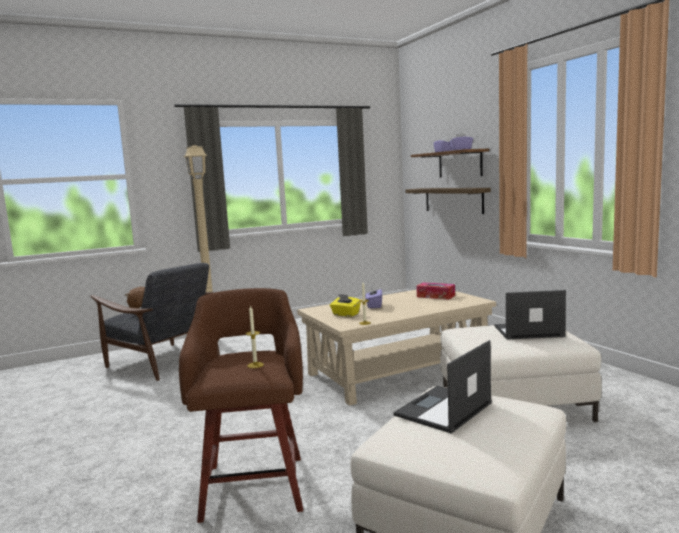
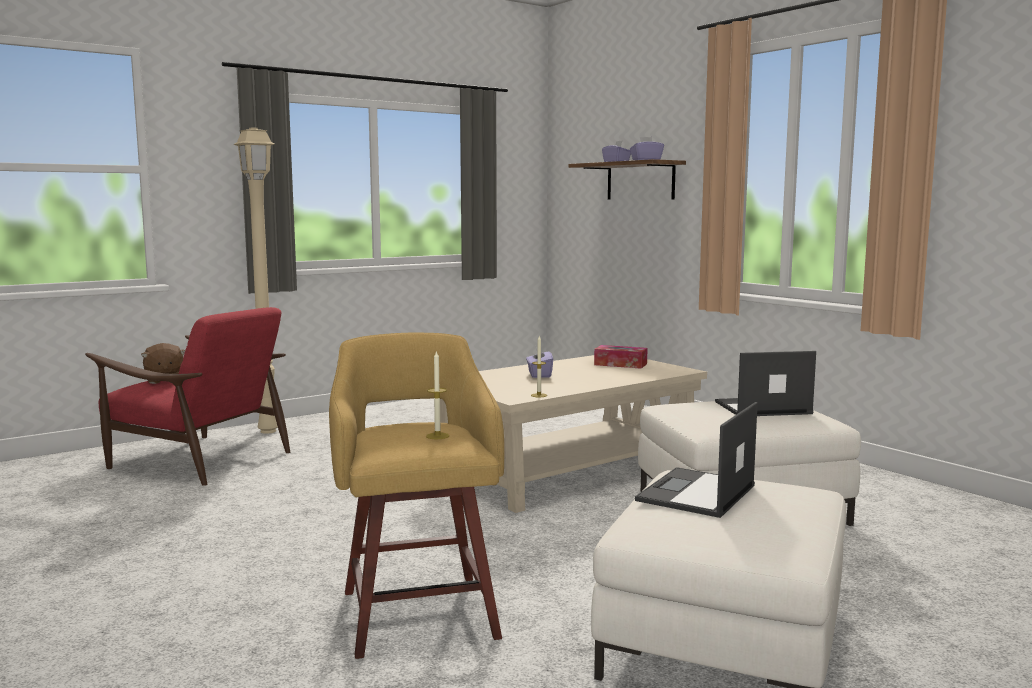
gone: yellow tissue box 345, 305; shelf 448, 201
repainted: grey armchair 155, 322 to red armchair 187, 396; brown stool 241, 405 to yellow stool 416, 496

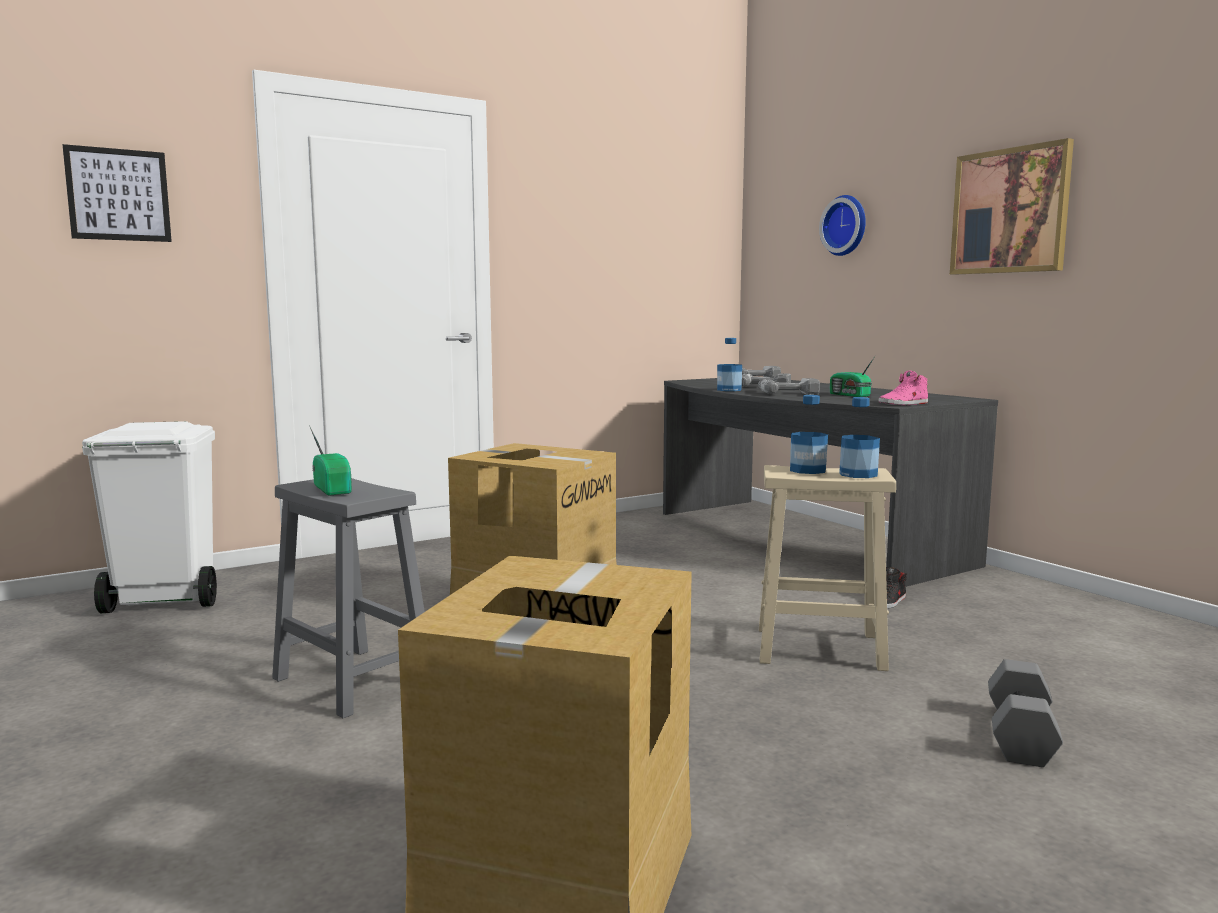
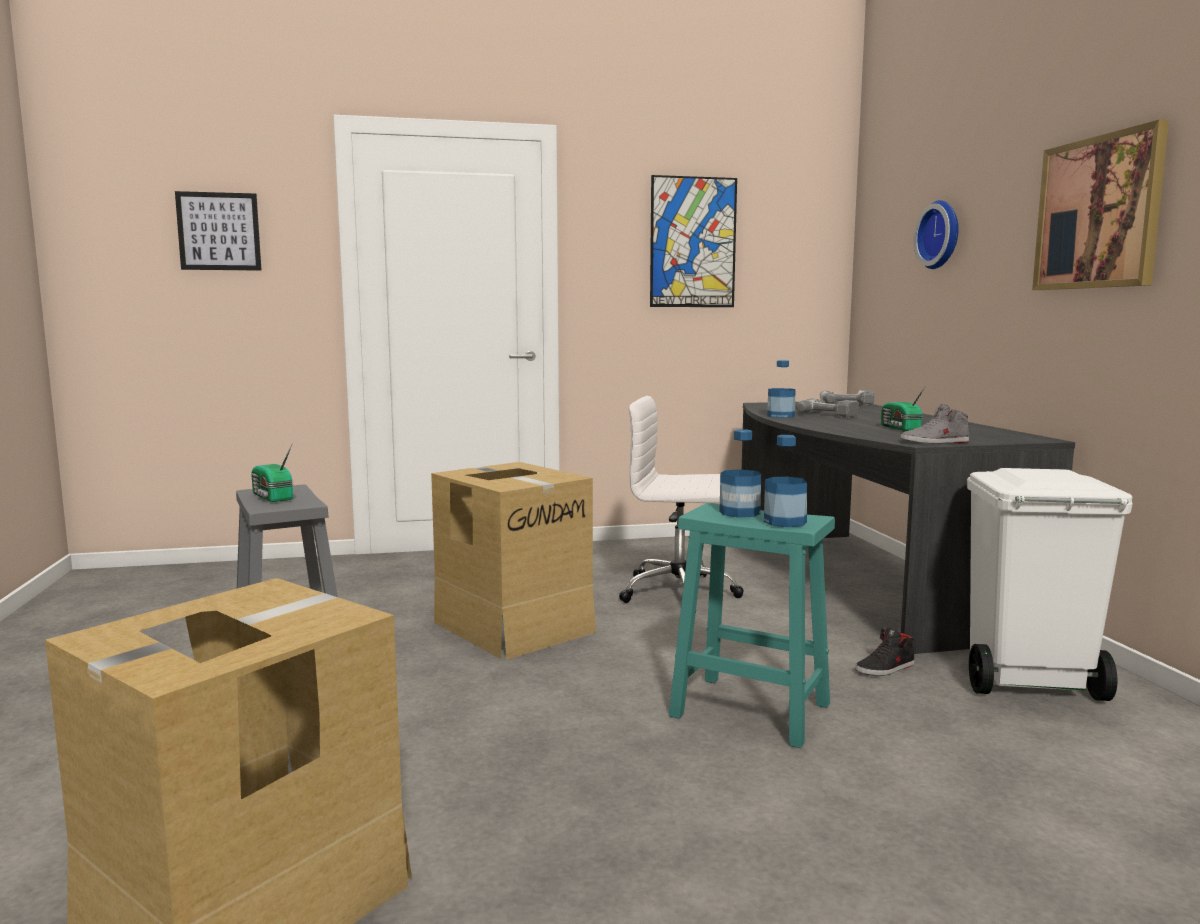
gone: power drill 789, 386; grey dumbbell 1025, 713
new: white office chair 681, 499; picture 693, 241
shifted: white trash can 149, 517 to 1050, 584
repainted: beige stool 827, 568 to turquoise stool 752, 626; pink shoe 903, 388 to grey shoe 935, 424
rotated: radio 330, 460 = 272, 473 150 degrees clockwise

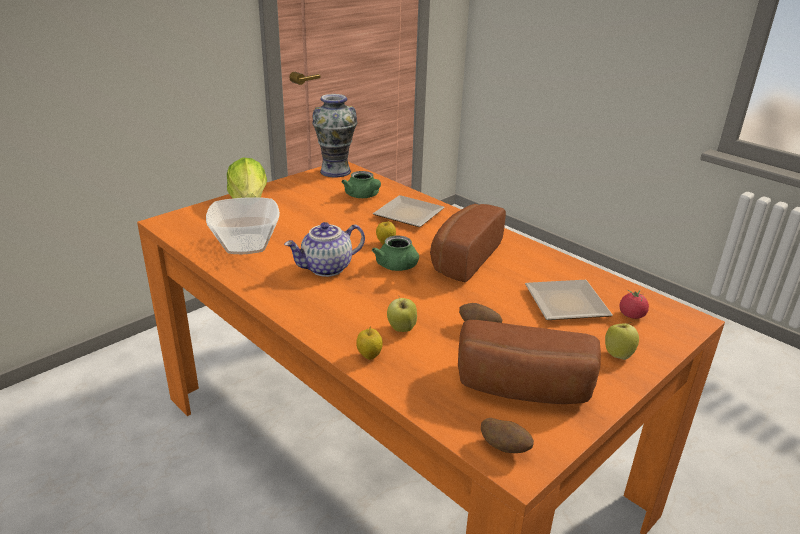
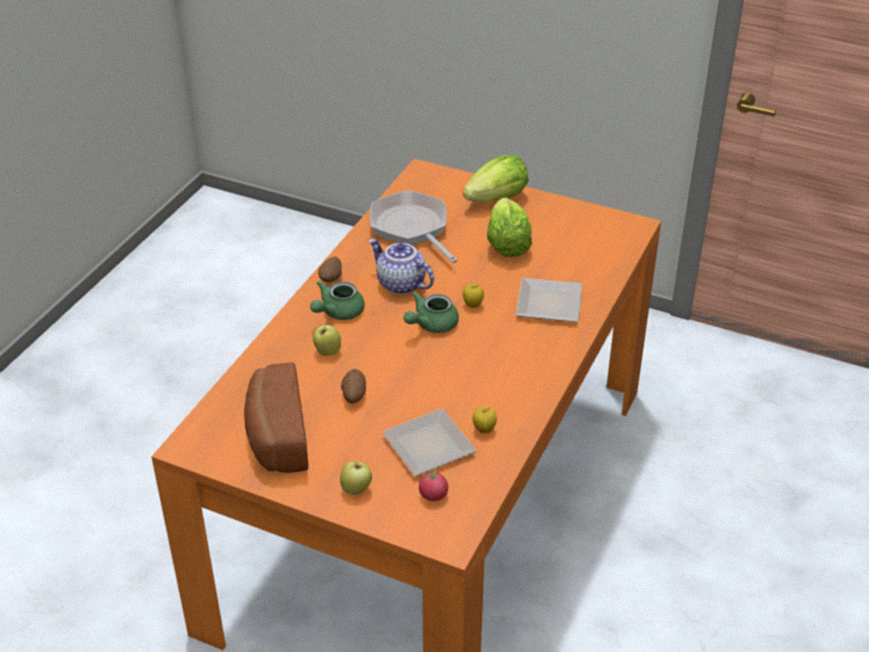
gone: vase 334, 136; bread 468, 243
new: lettuce 509, 227
shifted: green teapot 361, 184 to 337, 300; apple 369, 343 to 485, 419; potato 507, 435 to 330, 270
swapped: bowl 243, 225 to frying pan 413, 226

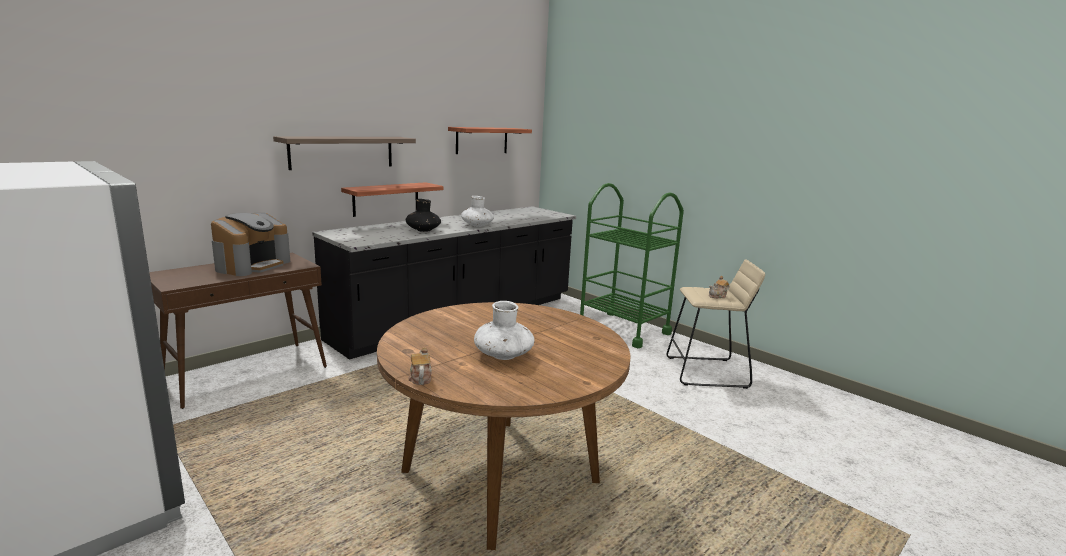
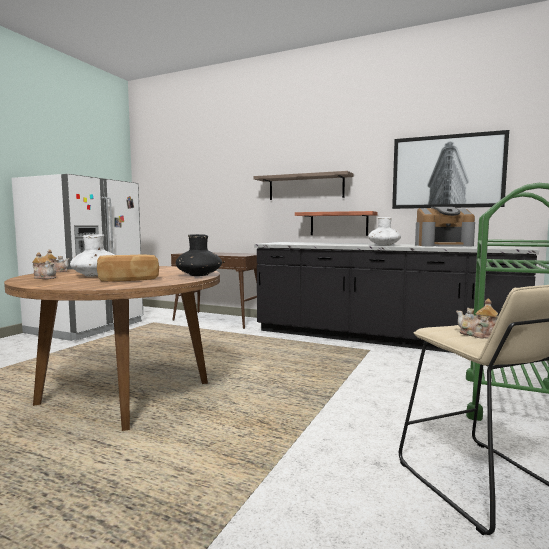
new: teapot 44, 265; bread 128, 268
shifted: coffee machine 250, 244 to 445, 226; black vase 423, 215 to 199, 255
swapped: shelf 490, 140 to picture 450, 169

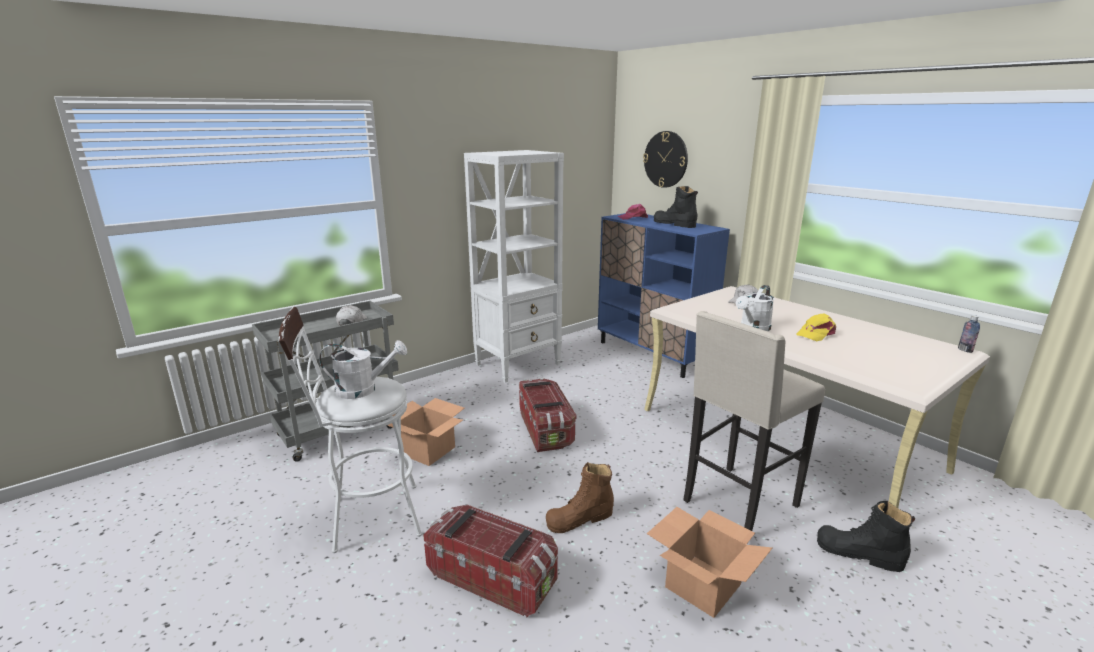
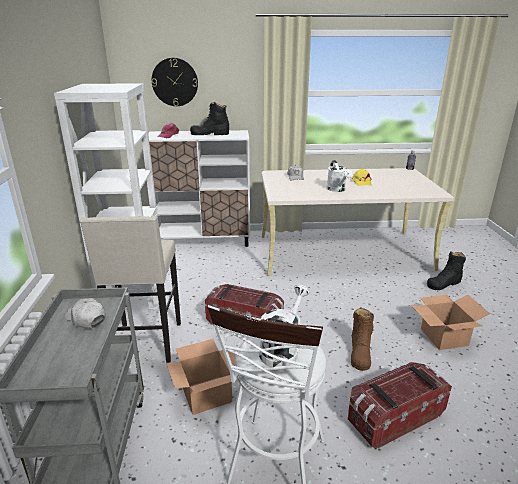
shifted: beige stool 754, 421 to 130, 289
repainted: blue cabinet 664, 295 to white cabinet 199, 188

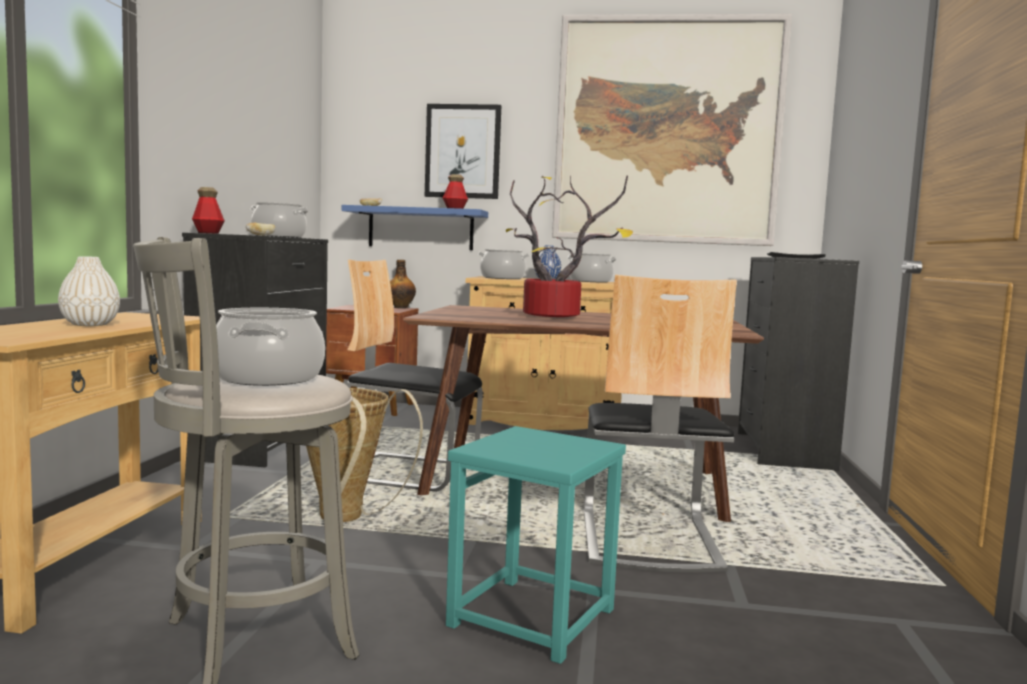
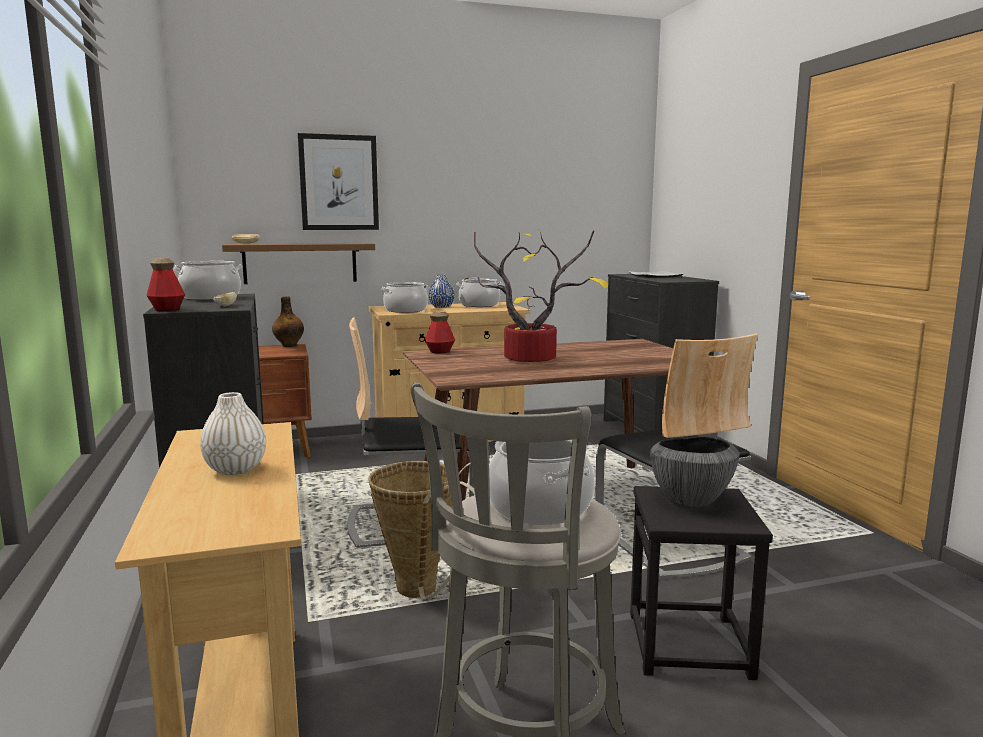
gone: picture 672, 130
new: bowl 695, 471
shifted: bottle 455, 191 to 440, 332
repainted: blue shelf 415, 227 to brown shelf 298, 263; turquoise stool 536, 545 to black stool 701, 583

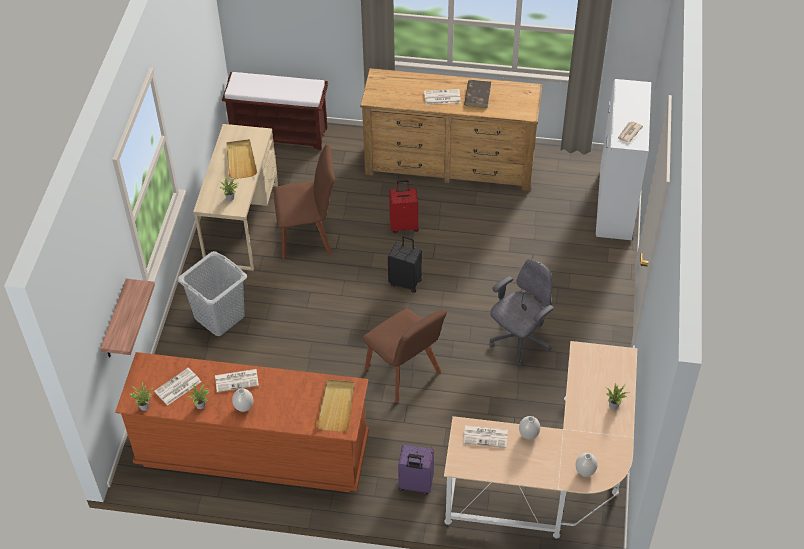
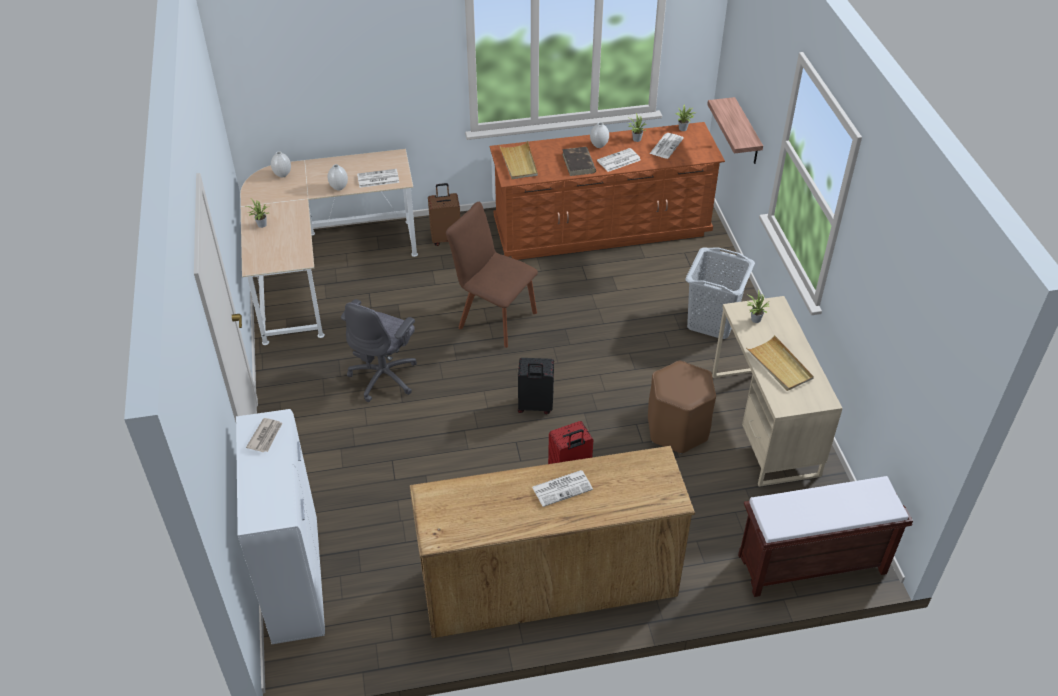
shifted: brown book 477, 94 to 579, 161
swapped: brown chair 304, 201 to brown stool 682, 407
repainted: purple suitcase 416, 469 to brown suitcase 444, 214

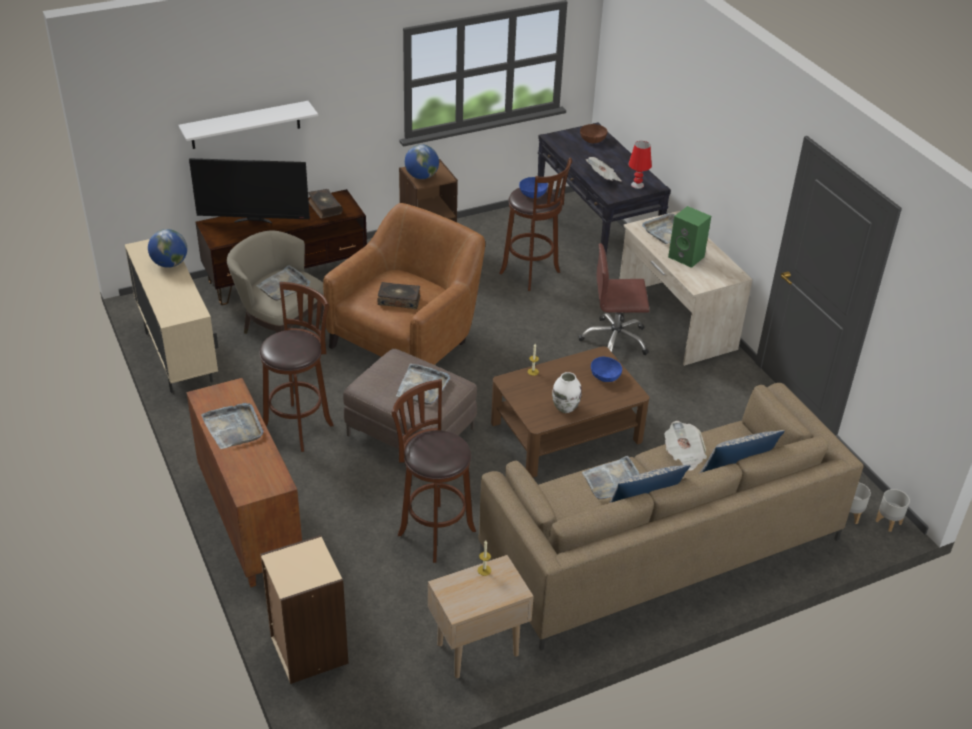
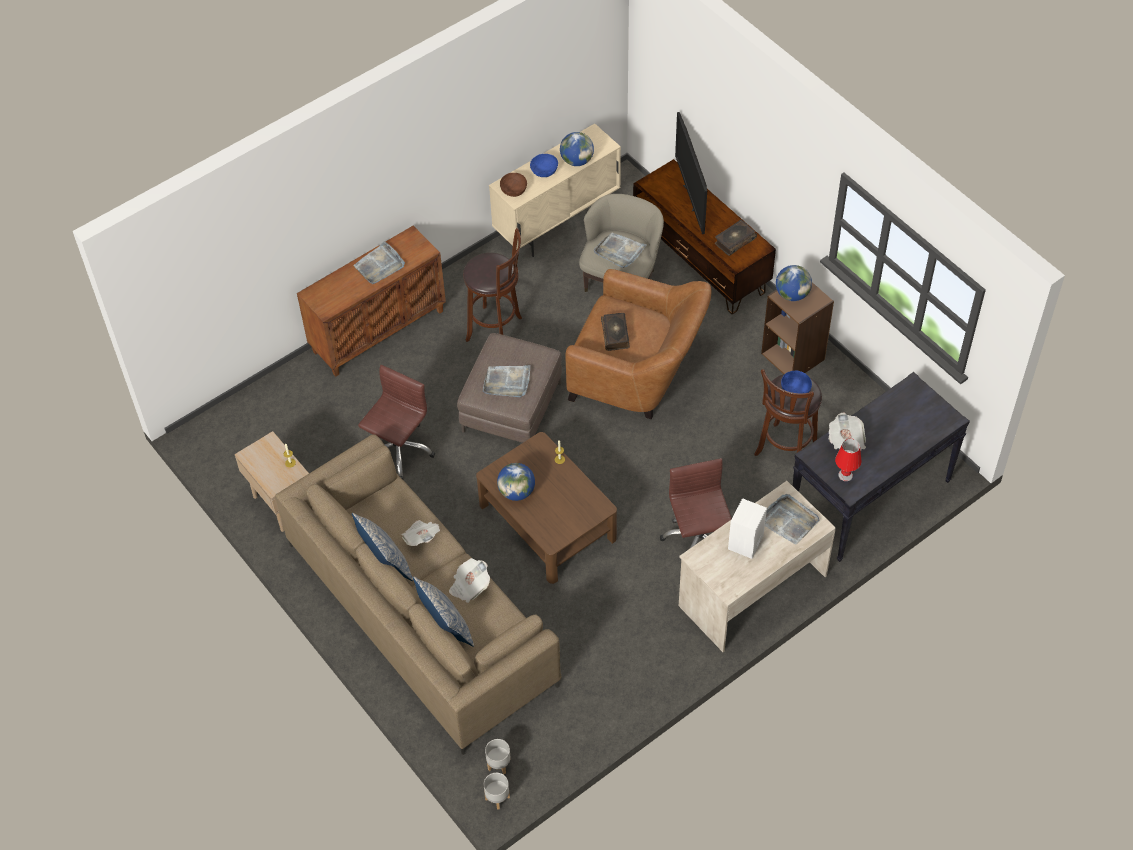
gone: white shelf 248, 125; beige bookcase 304, 609
shifted: brown bowl 594, 133 to 513, 185; blue bowl 606, 369 to 544, 165
swapped: brown stool 434, 471 to brown office chair 396, 422; white vase 567, 392 to globe 516, 482; grey tray 610, 478 to newspaper 420, 533
repainted: green speaker 689, 237 to white speaker 747, 528

